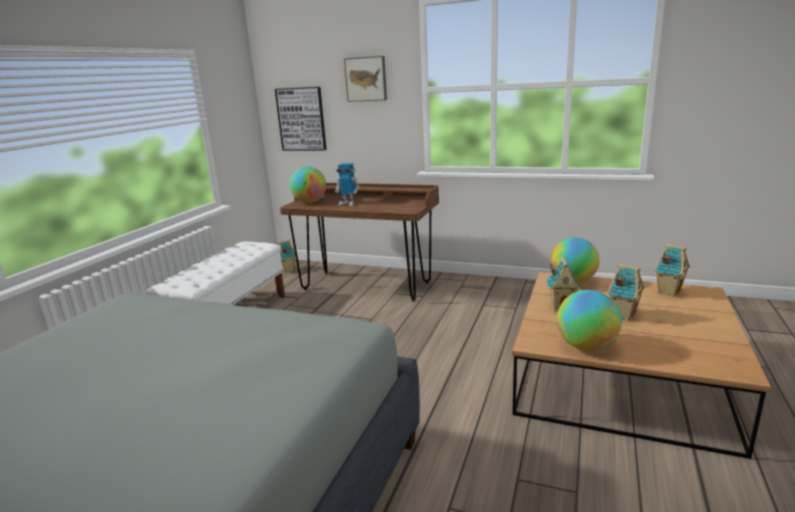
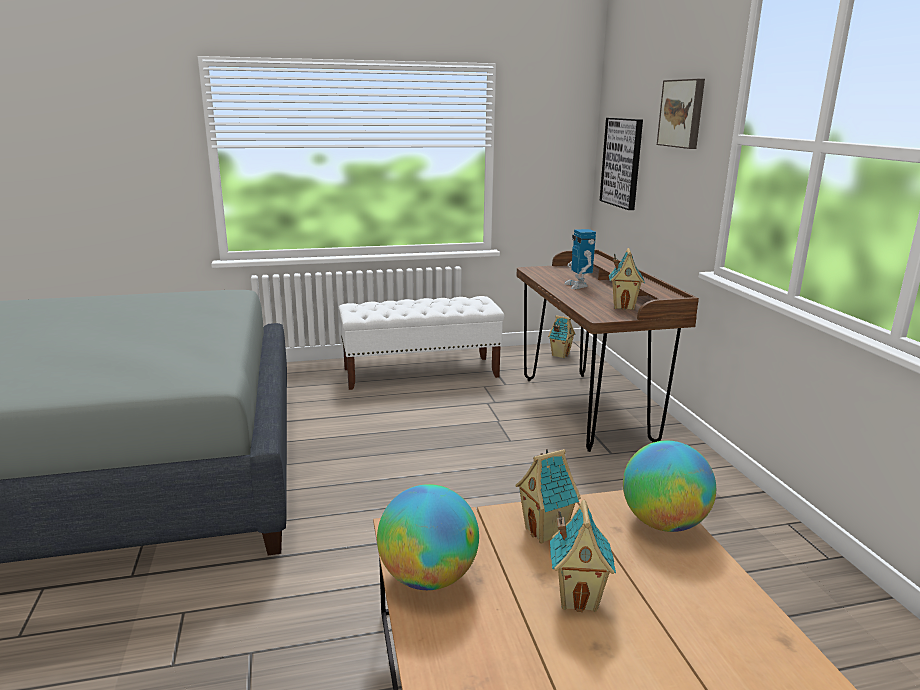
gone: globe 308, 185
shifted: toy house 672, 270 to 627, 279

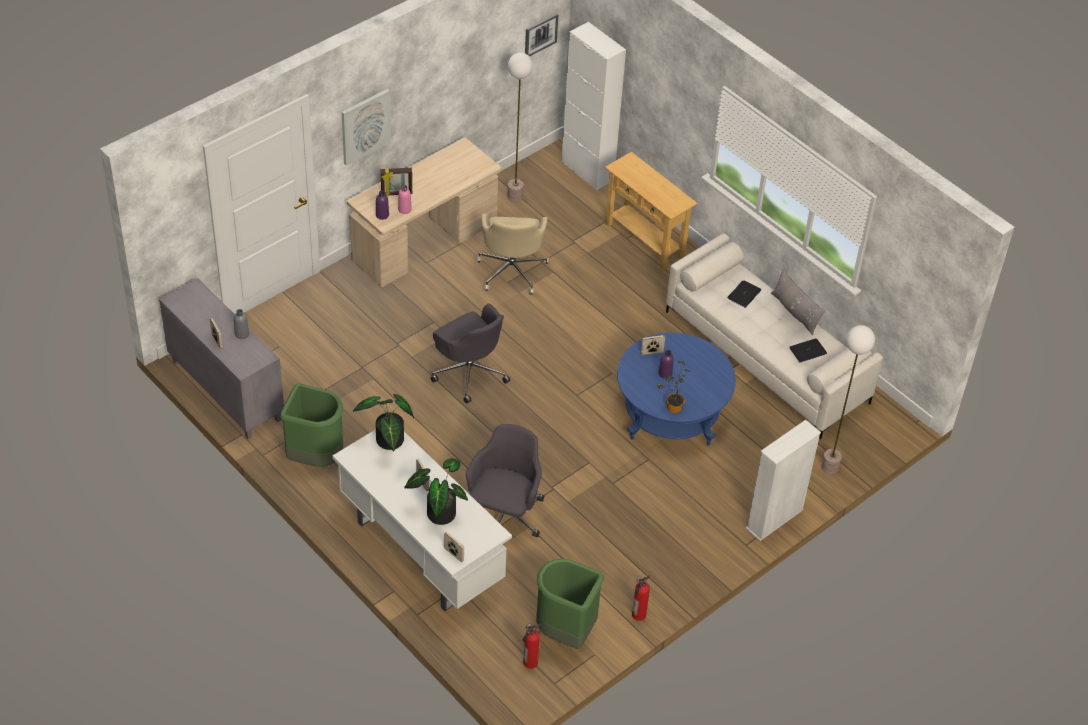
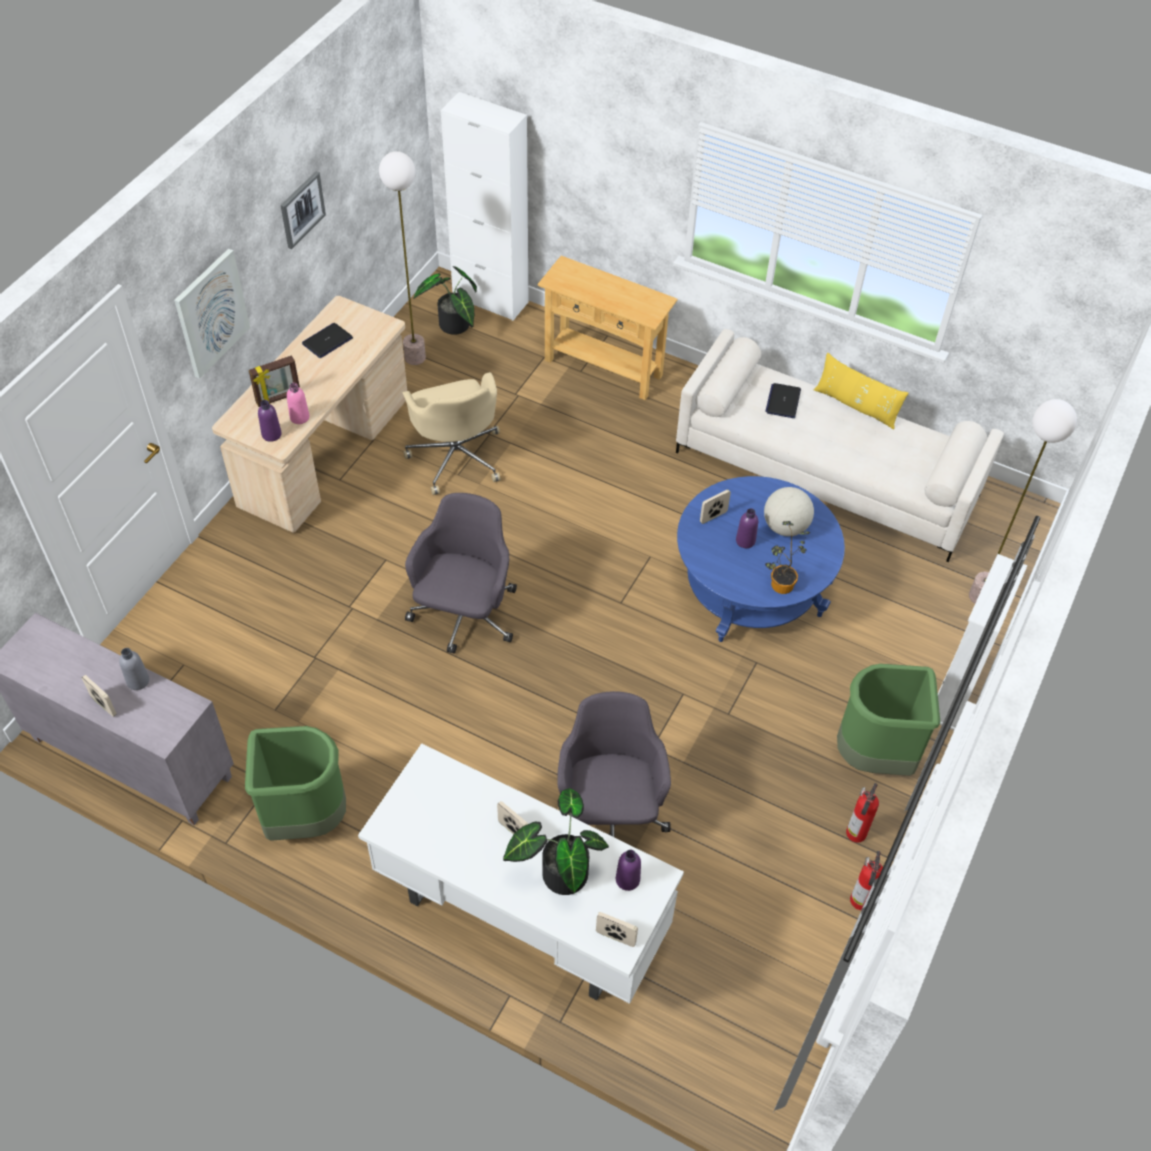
new: purple bottle 628, 870; globe 789, 511
shifted: potted plant 383, 422 to 445, 300; fire extinguisher 532, 646 to 862, 813; picture 541, 34 to 303, 210; green trash can 570, 604 to 888, 720; laptop 808, 350 to 327, 340
repainted: grey pillow 798, 301 to yellow pillow 861, 391
rotated: grey office chair 470, 353 = 461, 573 105 degrees counterclockwise

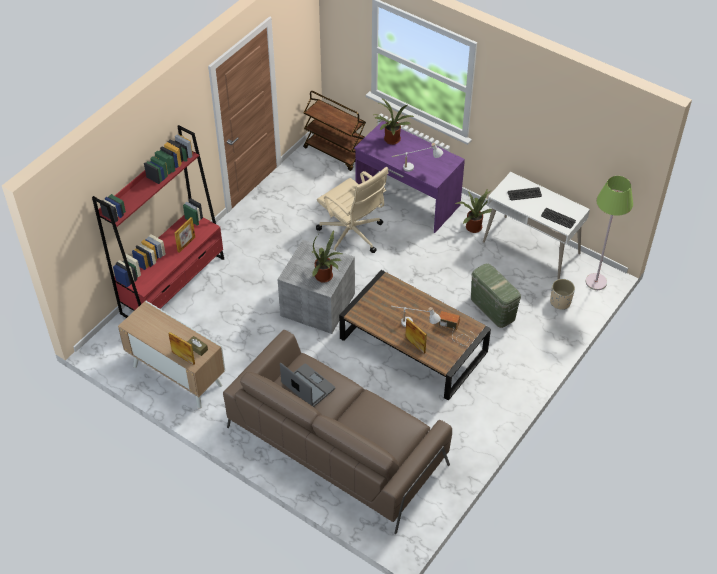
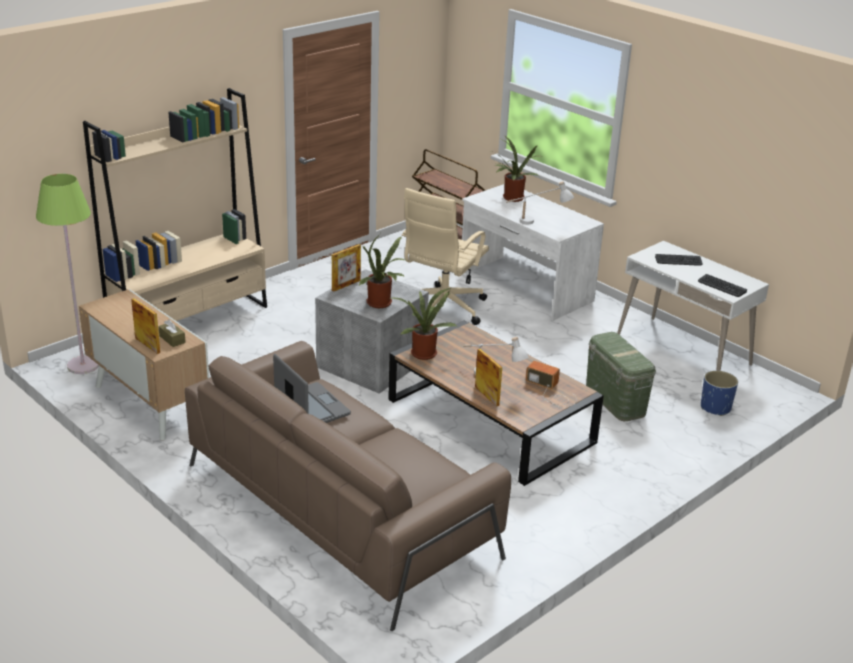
shifted: picture frame 184, 235 to 346, 268; potted plant 473, 210 to 424, 324; green floor lamp 609, 233 to 67, 274
repainted: red bookcase 158, 221 to beige bookcase 175, 204; purple desk 409, 176 to white desk 533, 252; beige planter 562, 294 to blue planter 719, 393
rotated: beige office chair 352, 210 = 445, 256 60 degrees clockwise

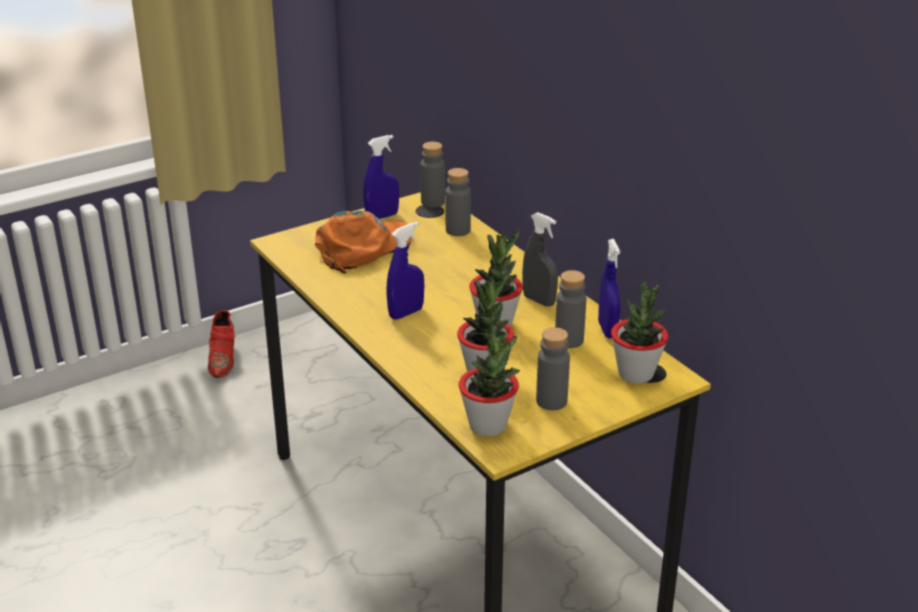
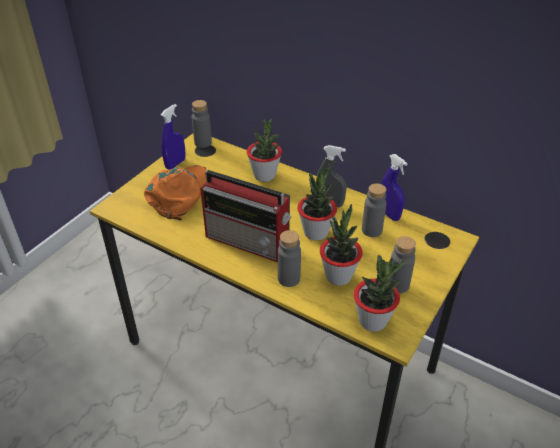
gone: red shoe 221, 344
shifted: grey bottle 458, 202 to 289, 258; potted plant 639, 332 to 264, 150
swapped: blue spray bottle 405, 271 to radio 246, 216

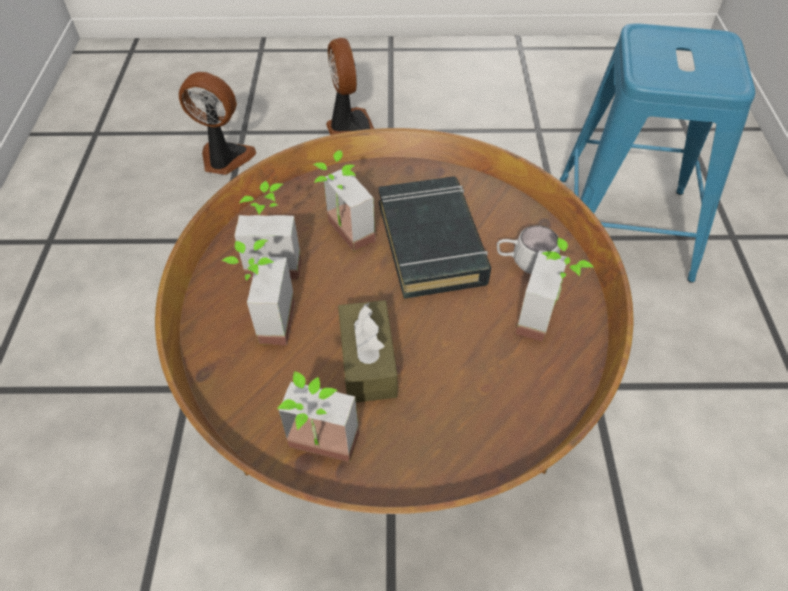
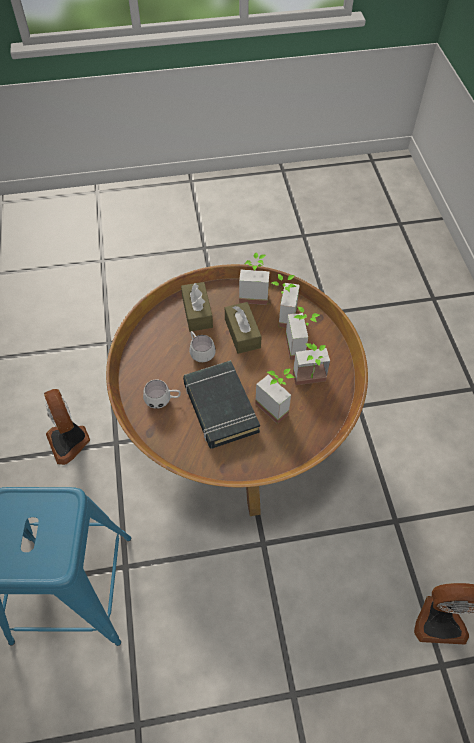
new: brown tissue box 197, 306; white mug 202, 346
shifted: fan 350, 86 to 67, 427; potted plant 555, 290 to 285, 301

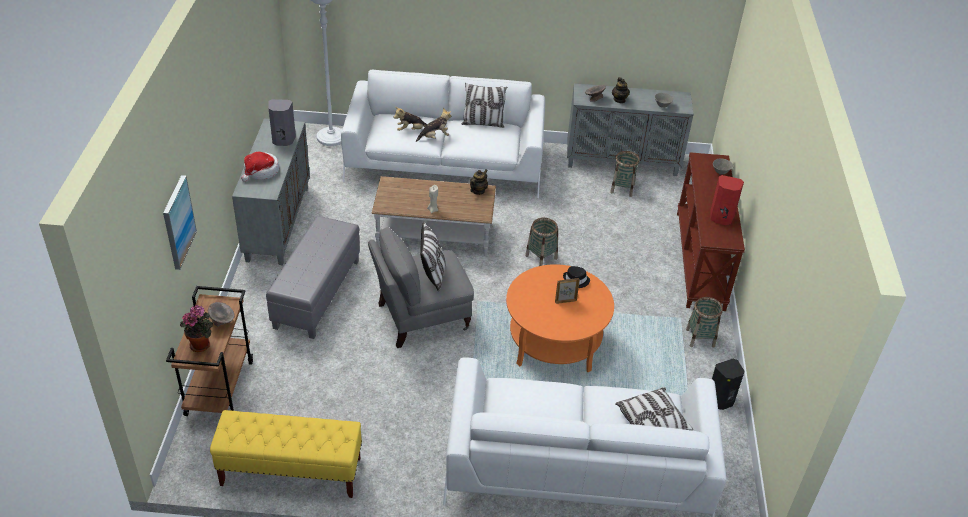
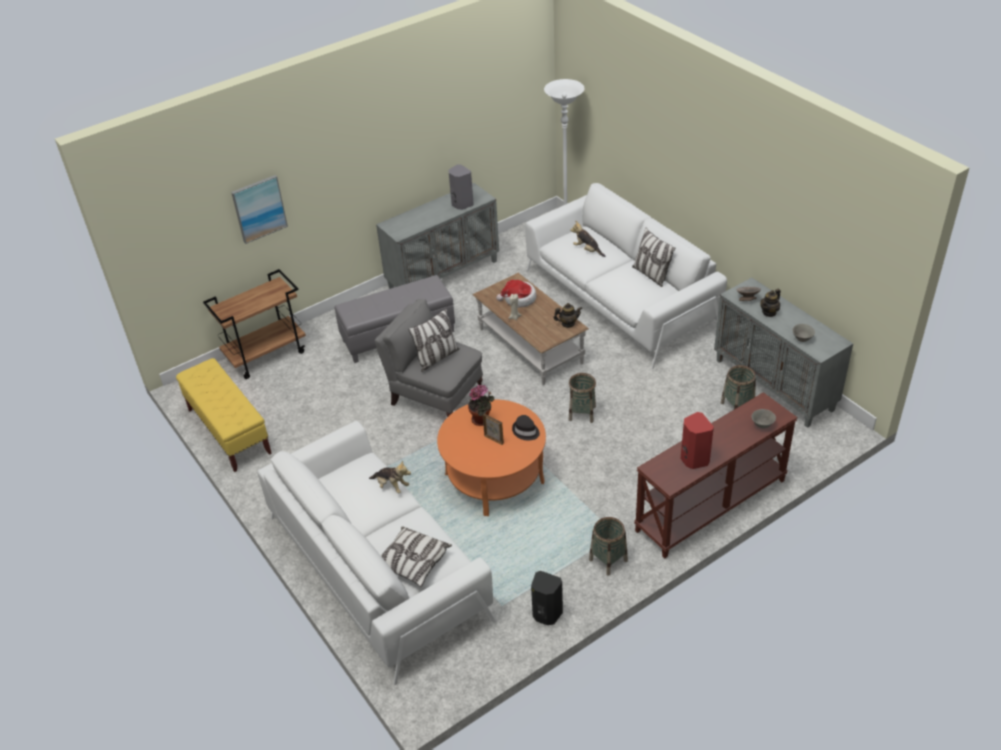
gone: grey bowl 221, 314
shifted: potted plant 196, 328 to 481, 405; hat 260, 167 to 516, 293; plush toy 433, 125 to 390, 476

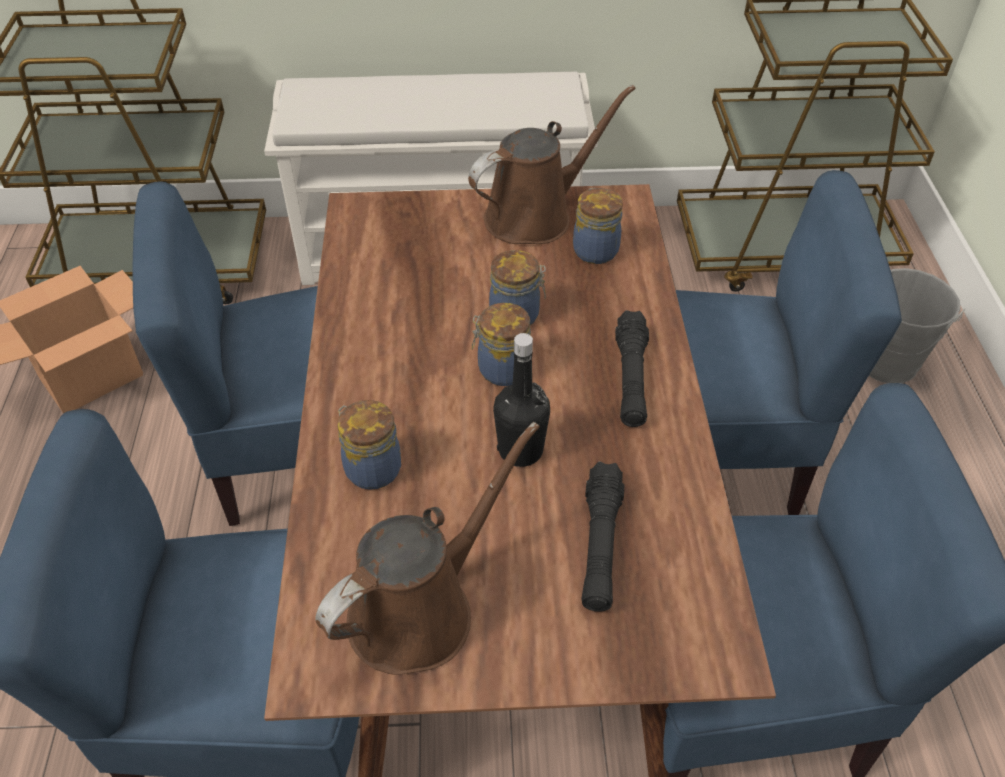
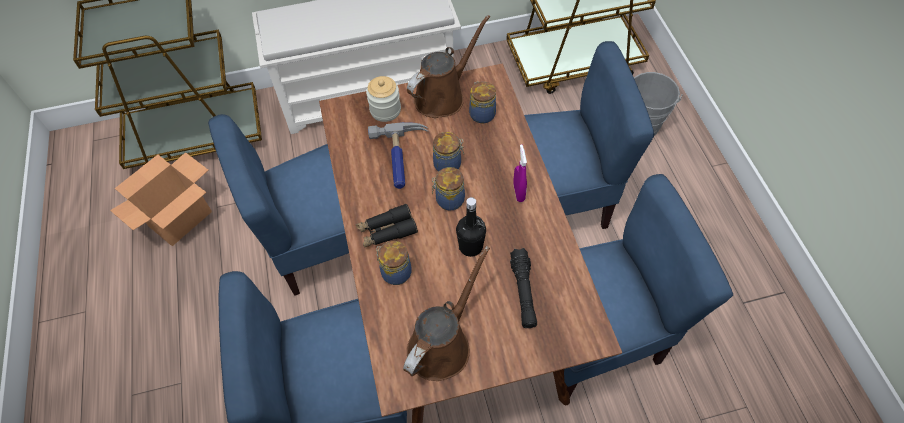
new: black binoculars 387, 225; jar 383, 99; hammer 398, 155
swapped: black flashlight 632, 368 to purple spray bottle 520, 173

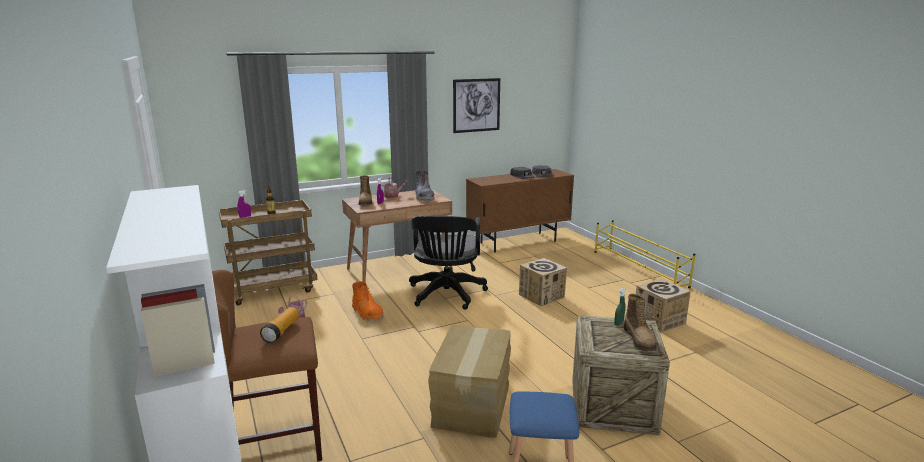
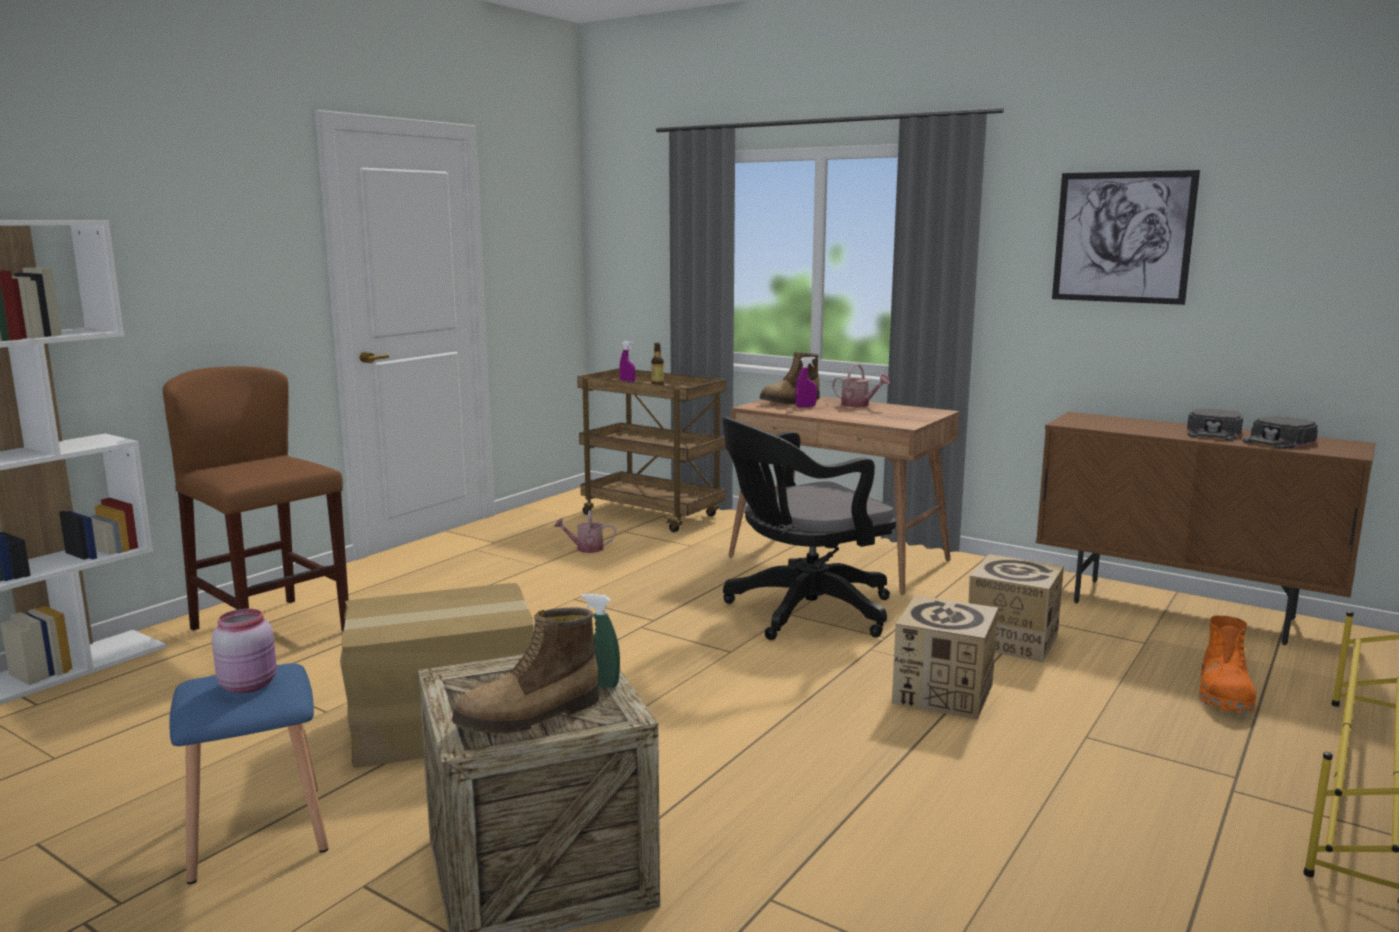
gone: flashlight 279, 325; grey boot 425, 186
new: pink jar 244, 651
shifted: orange boot 368, 301 to 1228, 666; cardboard box 663, 305 to 1016, 608

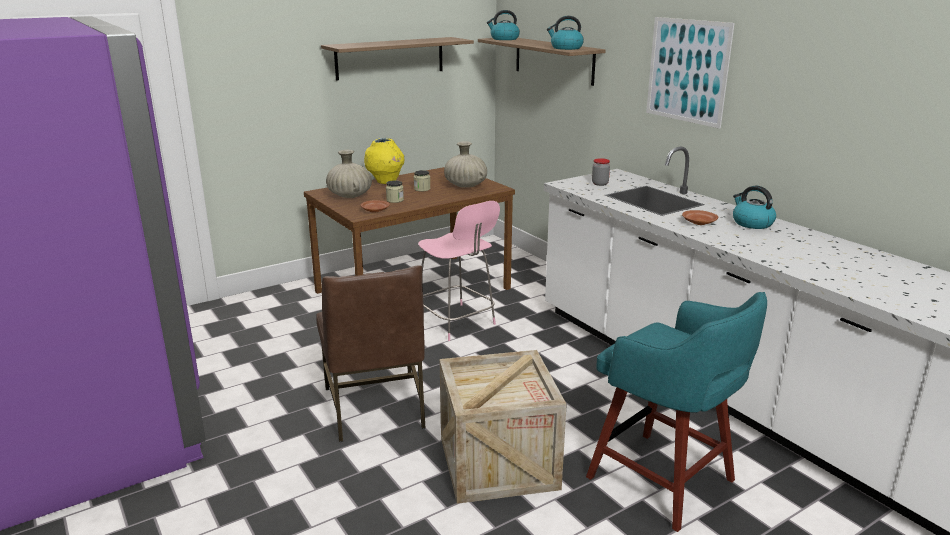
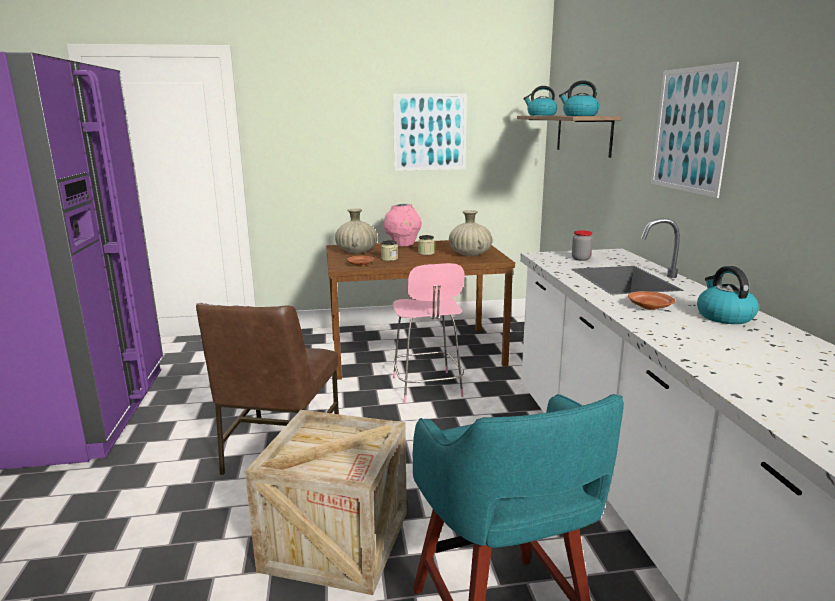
swapped: shelf 397, 59 to picture 430, 132
repainted: yellow vase 384, 161 to pink vase 403, 225

